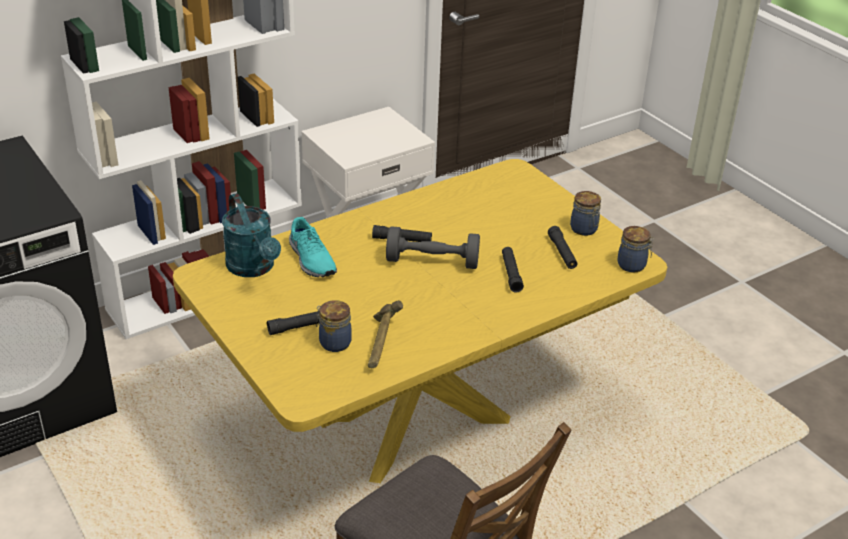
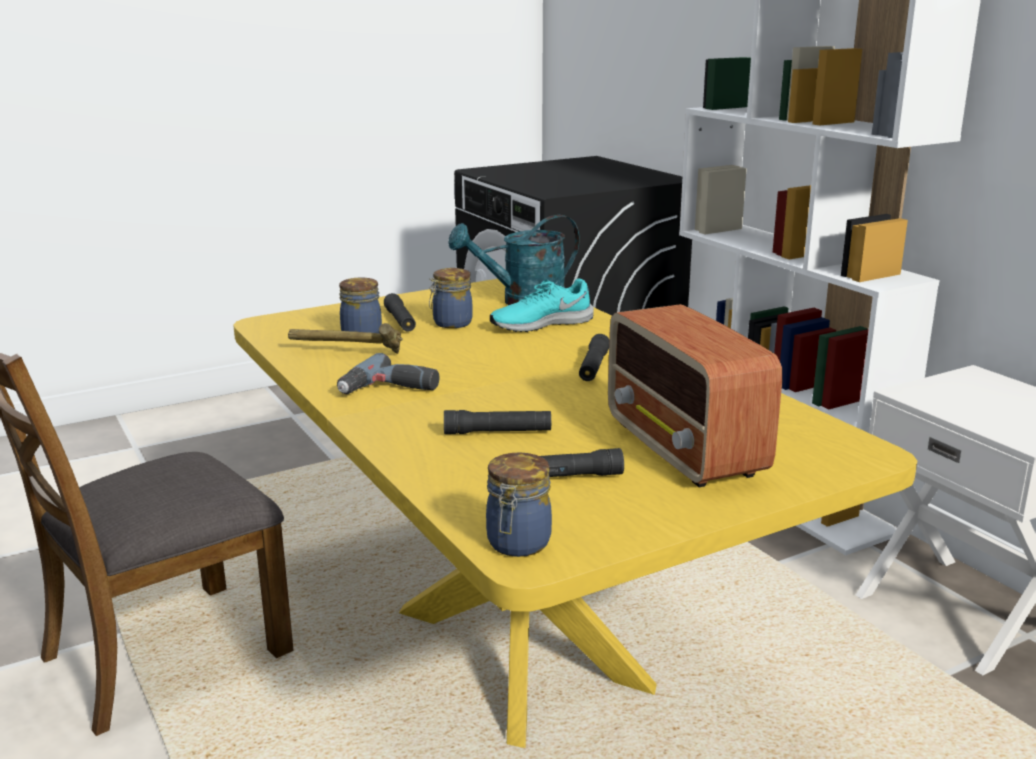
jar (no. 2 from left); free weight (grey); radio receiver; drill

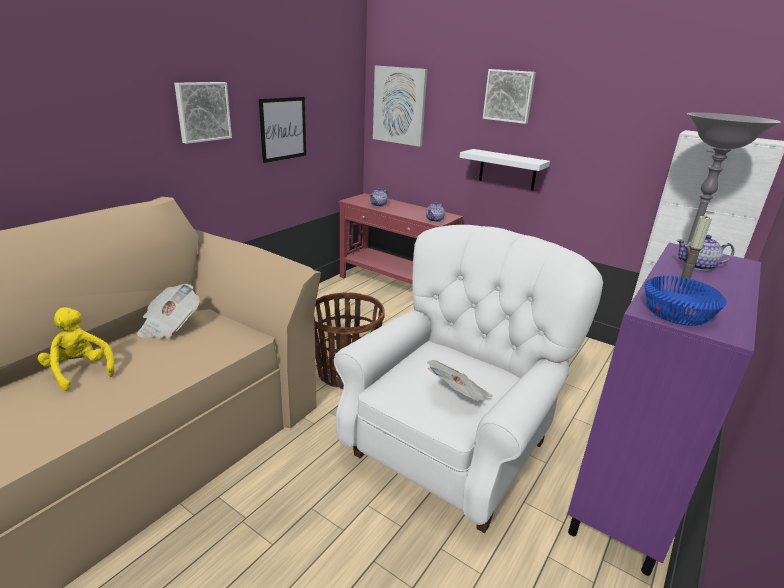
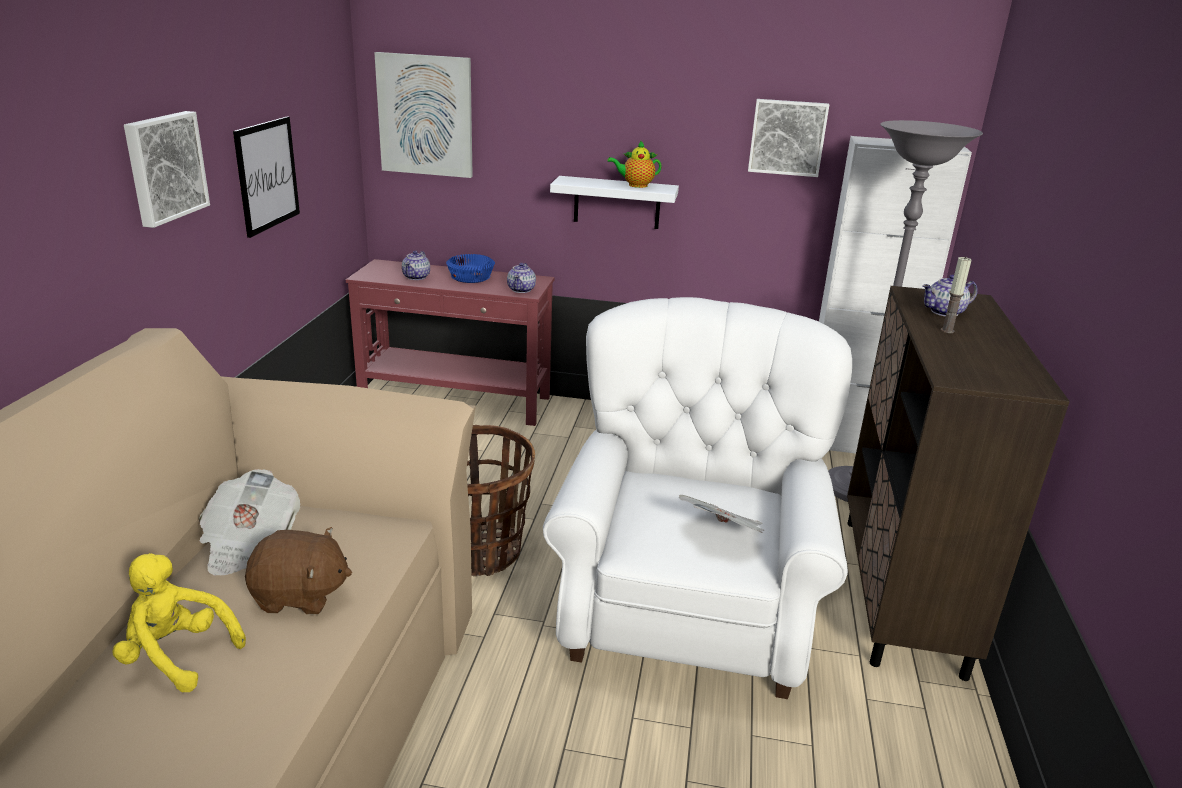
picture (no. 4 from left); storage cabinet (brown); deep dish (bluish); pot for tea (no. 3 from left); cuddly toy (brown)

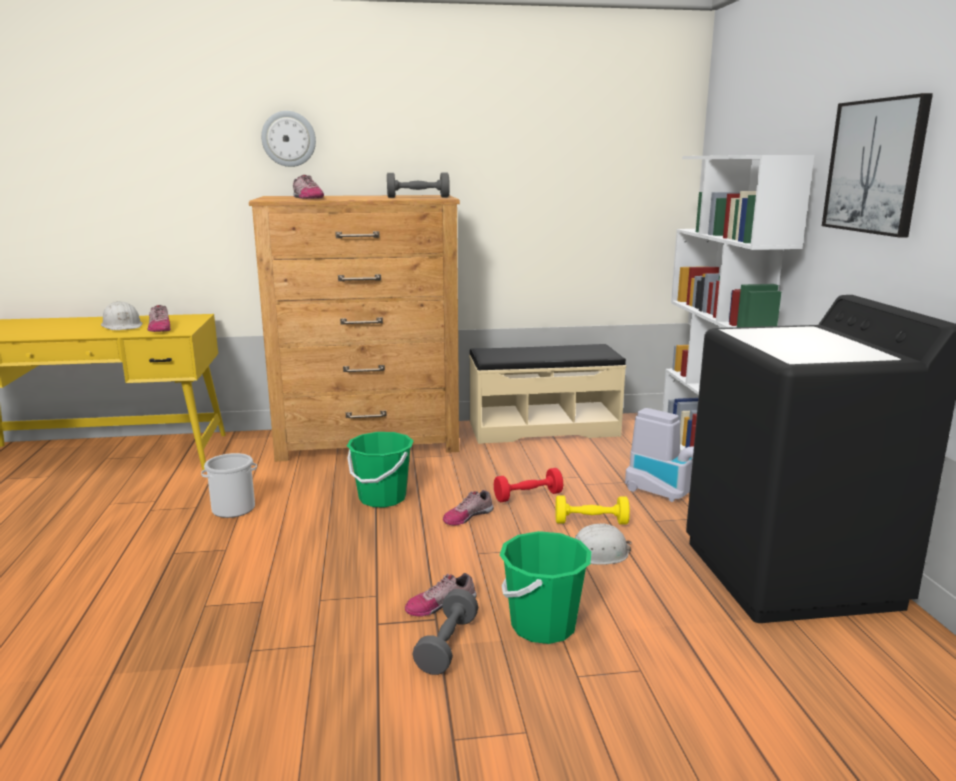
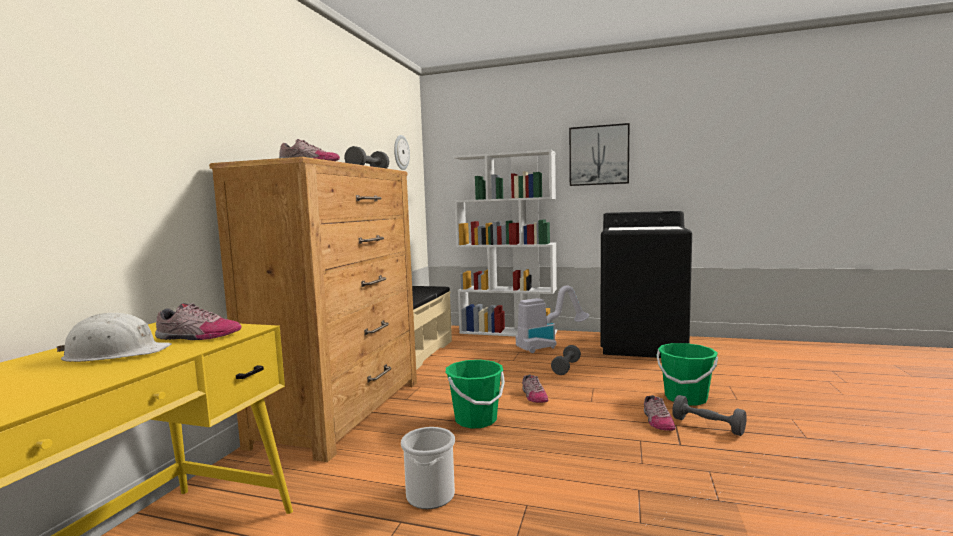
hanging clock; free weight (red); free weight (grey) (no. 2 from left); safety helmet (white-coloured) (no. 2 from left in the first image)

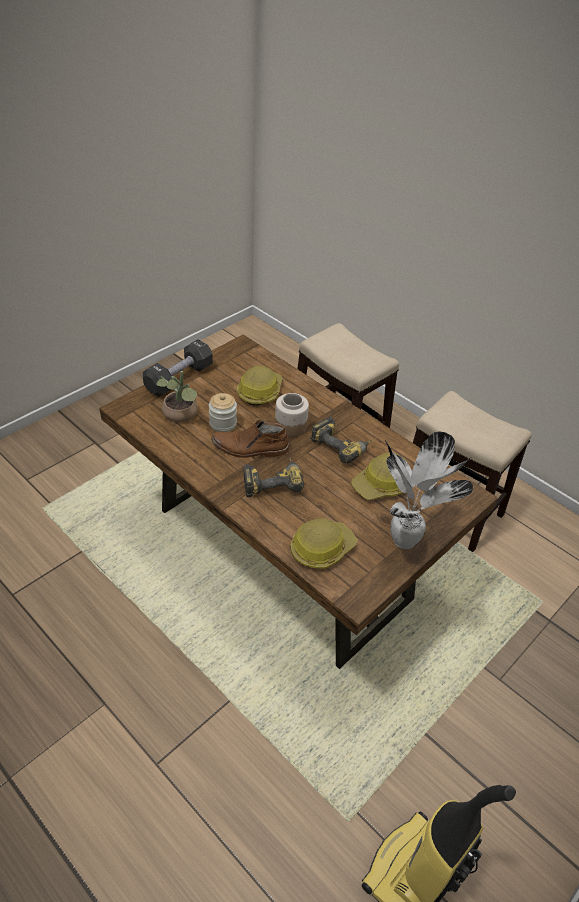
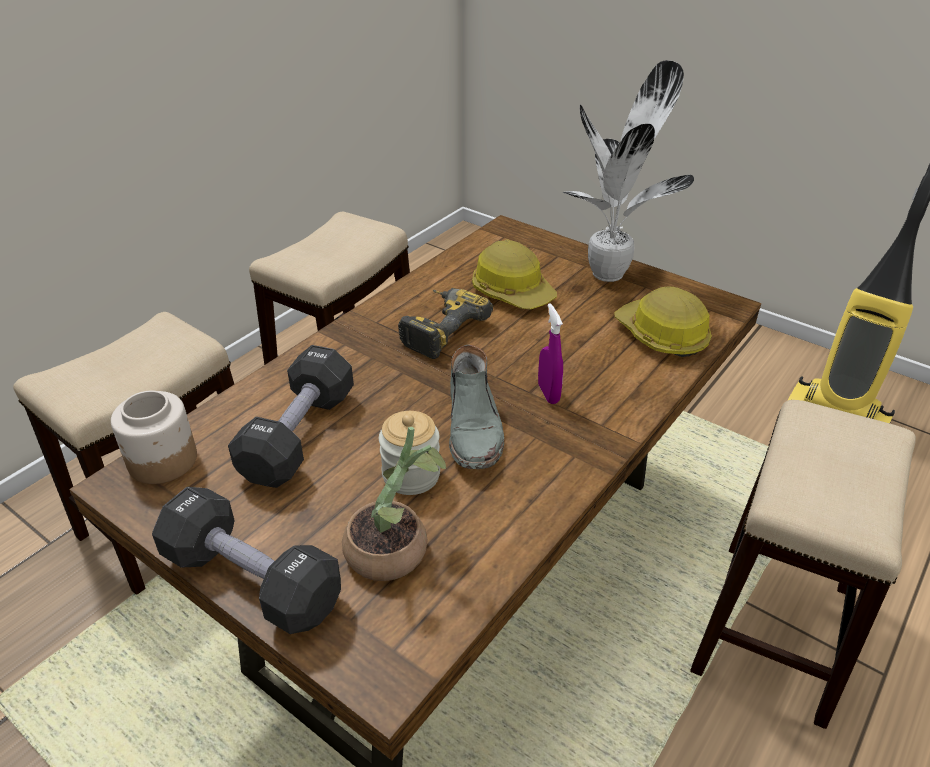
free weight (black) (no. 2 from left); jar (no. 1 from left); high-top boot (grey); sprayer (purplish); stool seat (no. 3 from left)

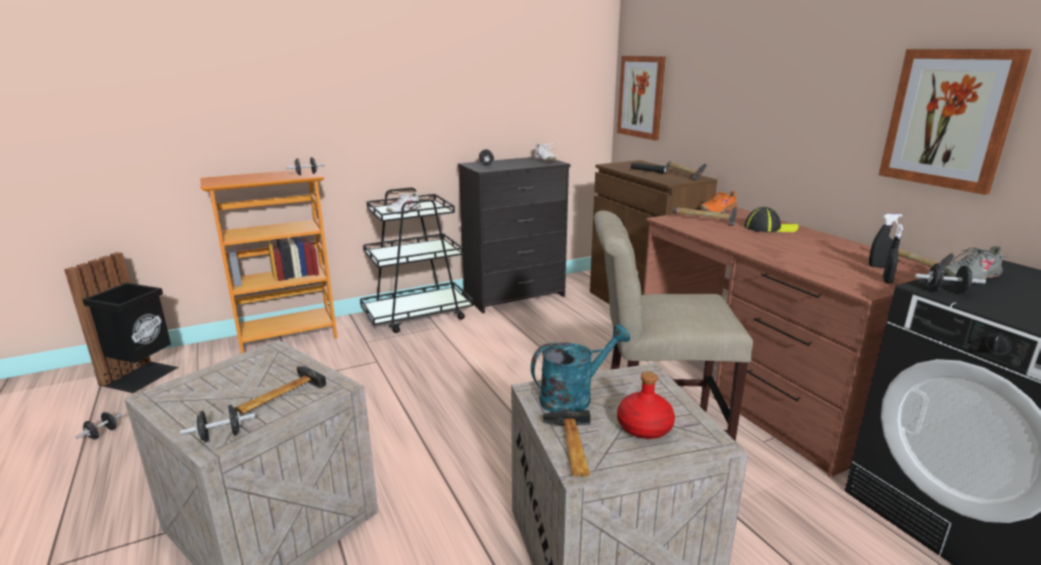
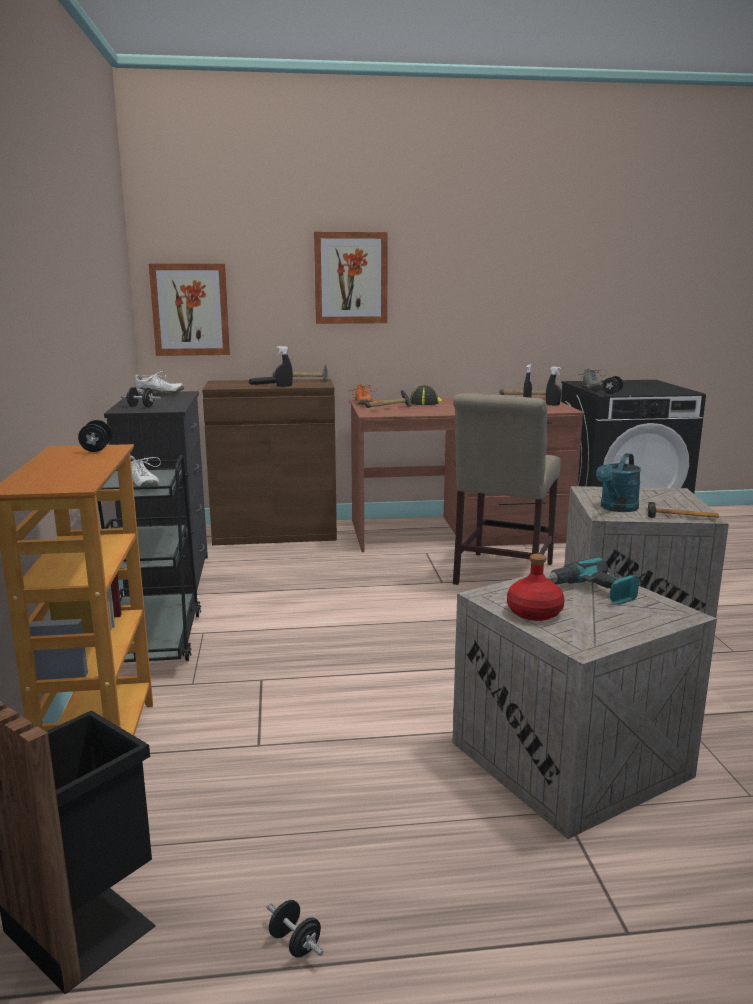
picture (no. 2 from left); watering can (blue-green); drill; beverage bottle (red); free weight (black) (no. 2 from left in the first image); sprayer (black) (no. 1 from left)

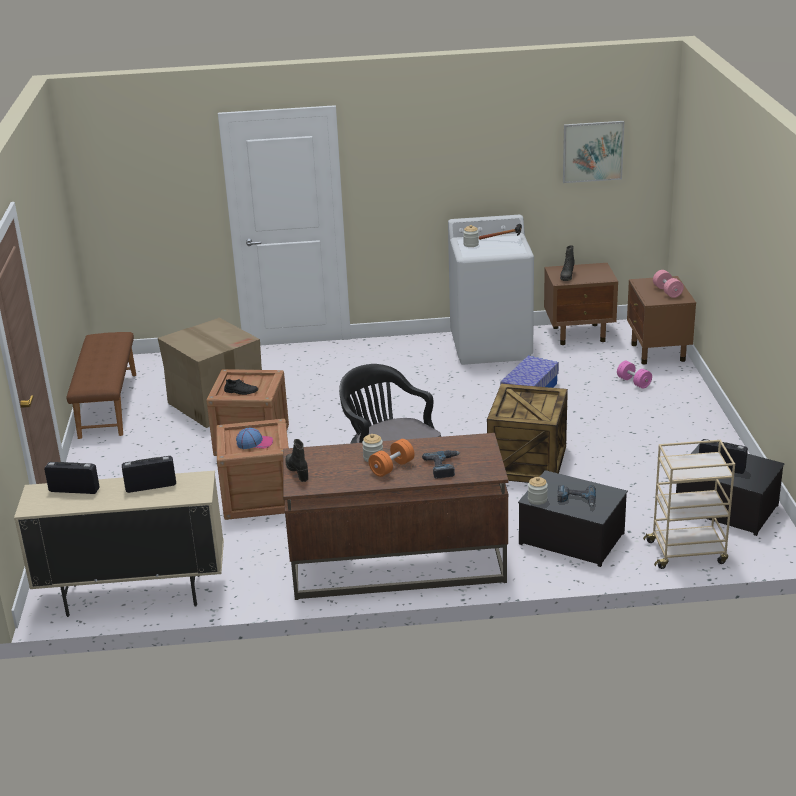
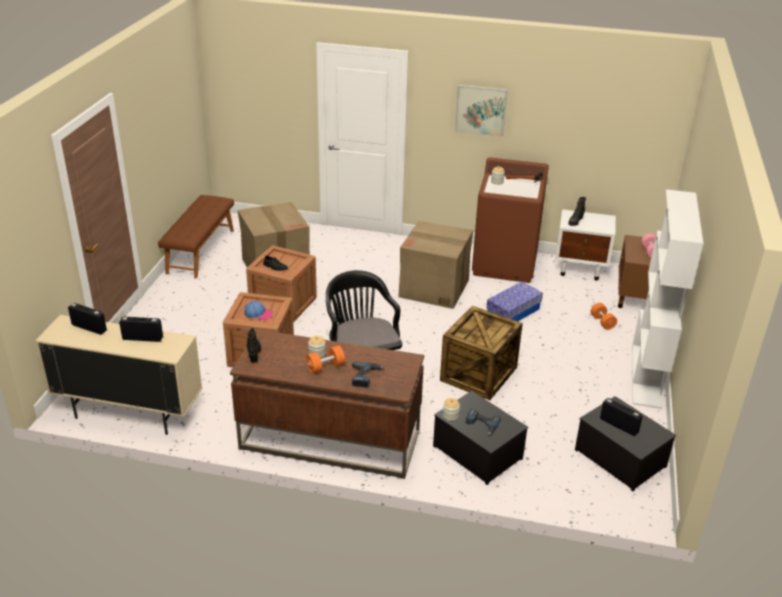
picture; laundry machine (brown); night table (white-coloured); free weight (orangey) (no. 2 from left); cart (beige-coloured); bookshelf (white-coloured); packing box (no. 2 from left)

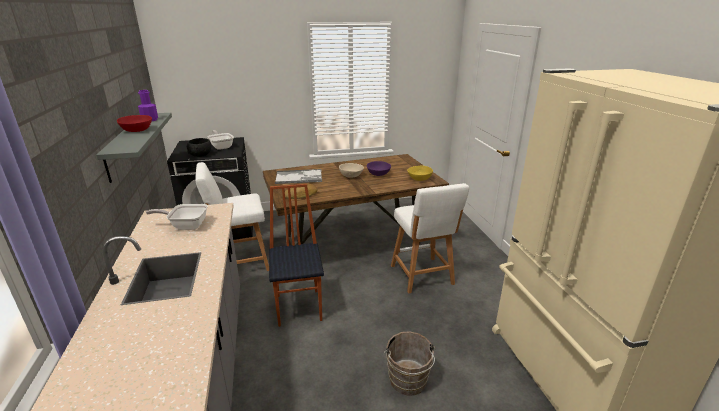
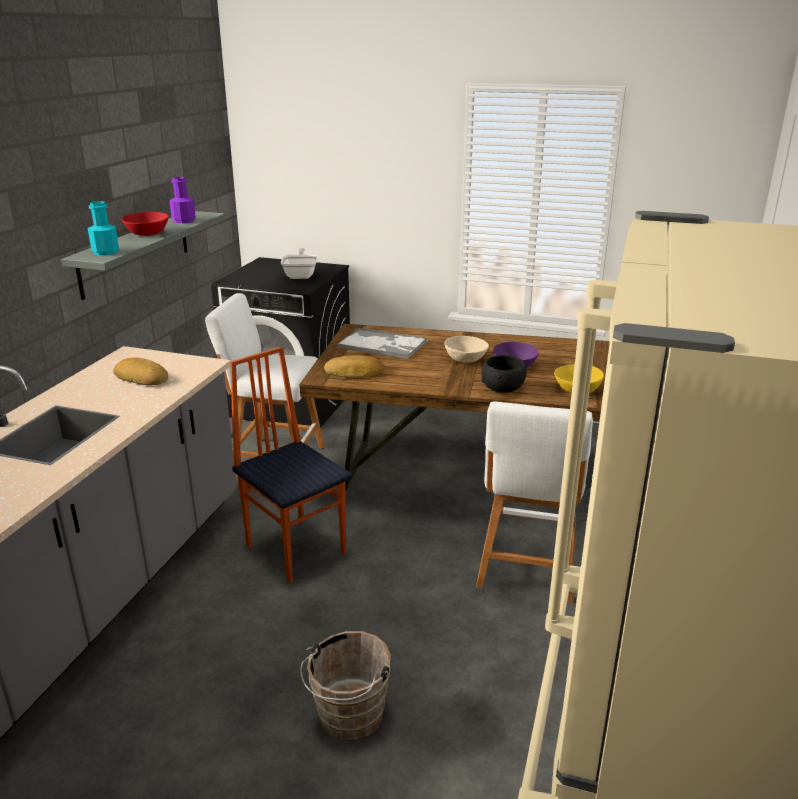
deep dish (black); upright chair; bread (no. 1 from left); beverage bottle (blue-green)

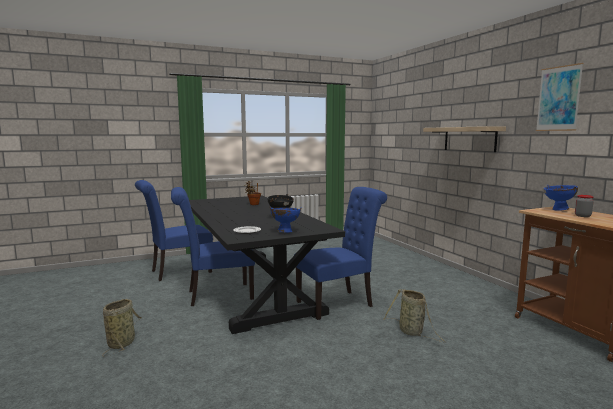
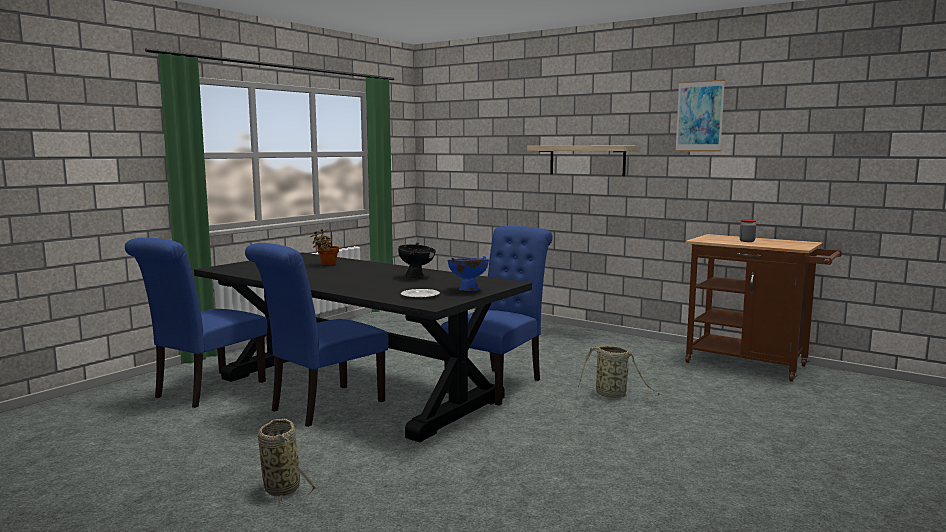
deep dish (bluish) (no. 2 from left in the first image)

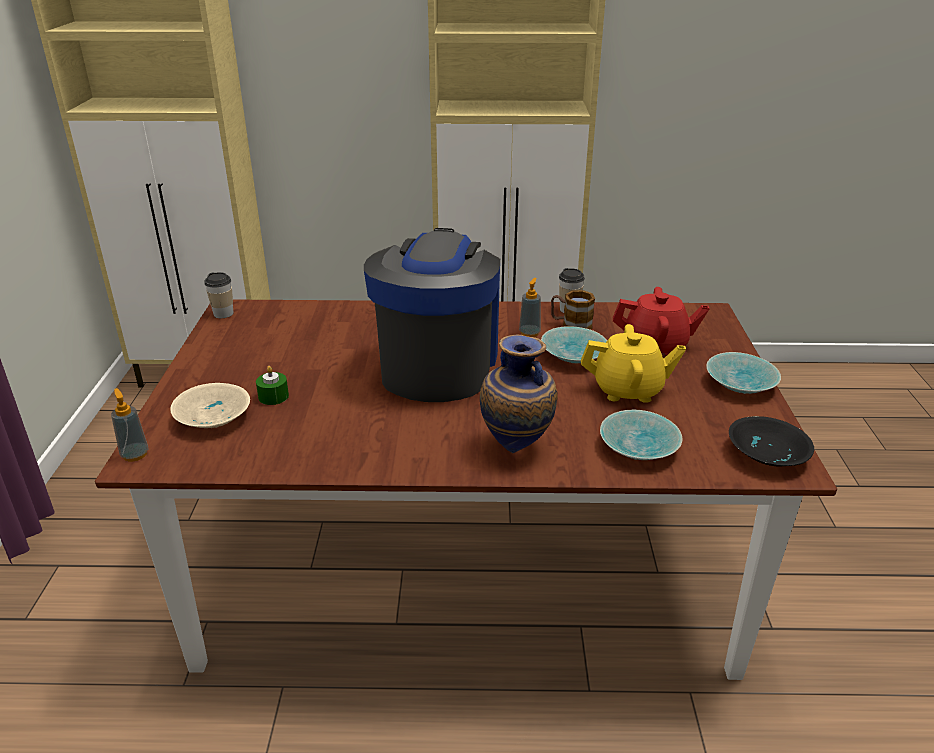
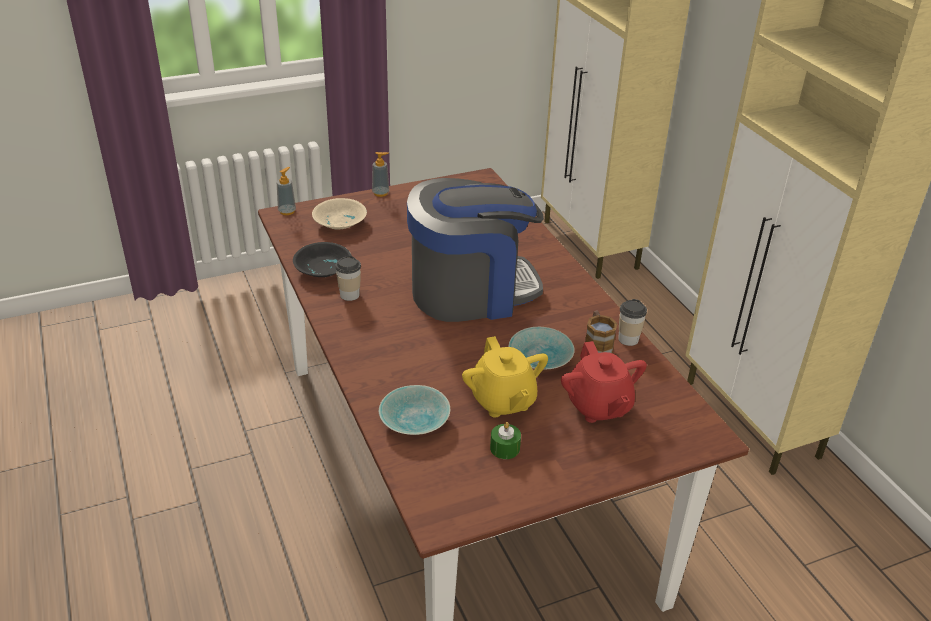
small cup (no. 1 from left); liquid soap bottle (no. 2 from left); vase; deep dish (blue-green) (no. 3 from left in the first image); candle (green-coloured); deep dish (black)

